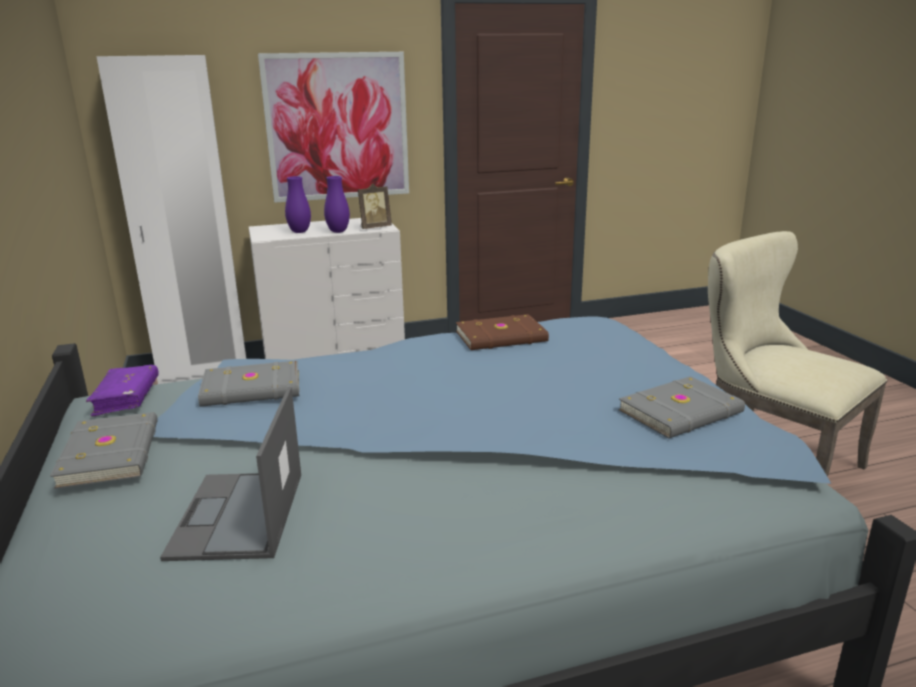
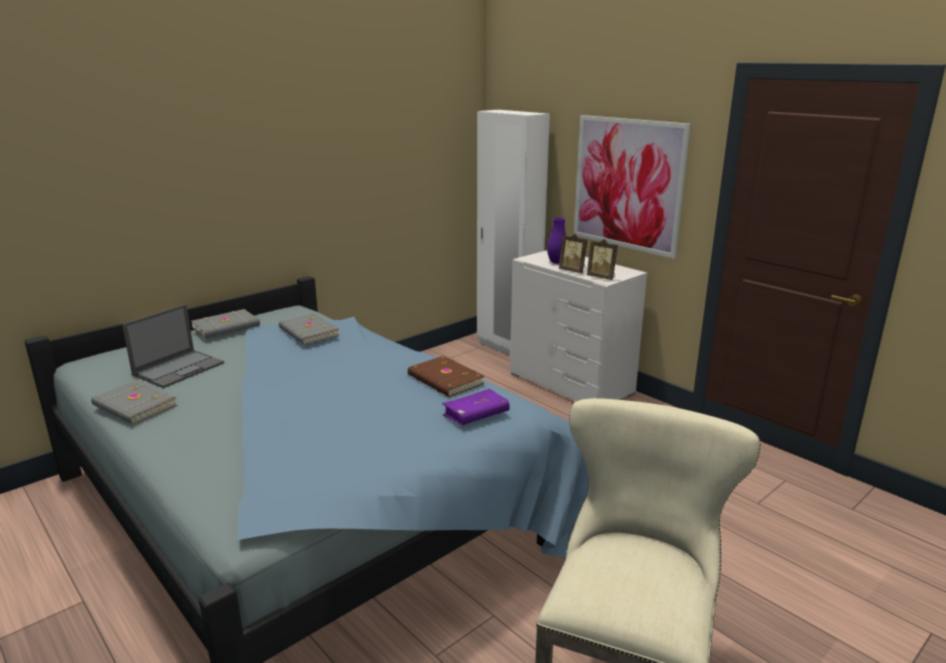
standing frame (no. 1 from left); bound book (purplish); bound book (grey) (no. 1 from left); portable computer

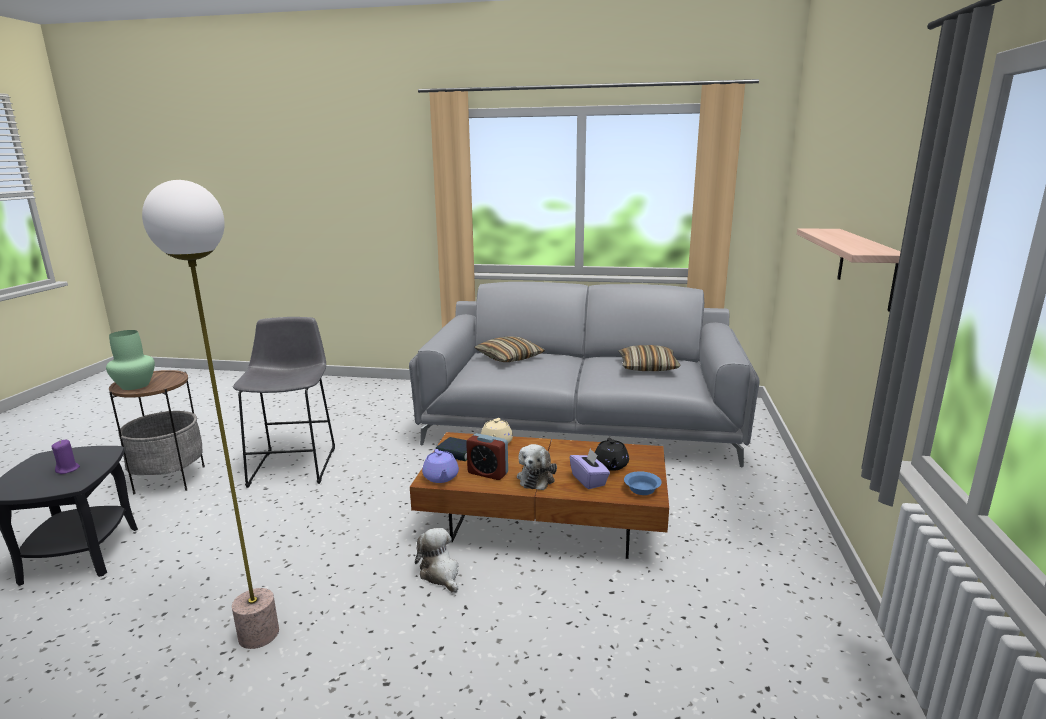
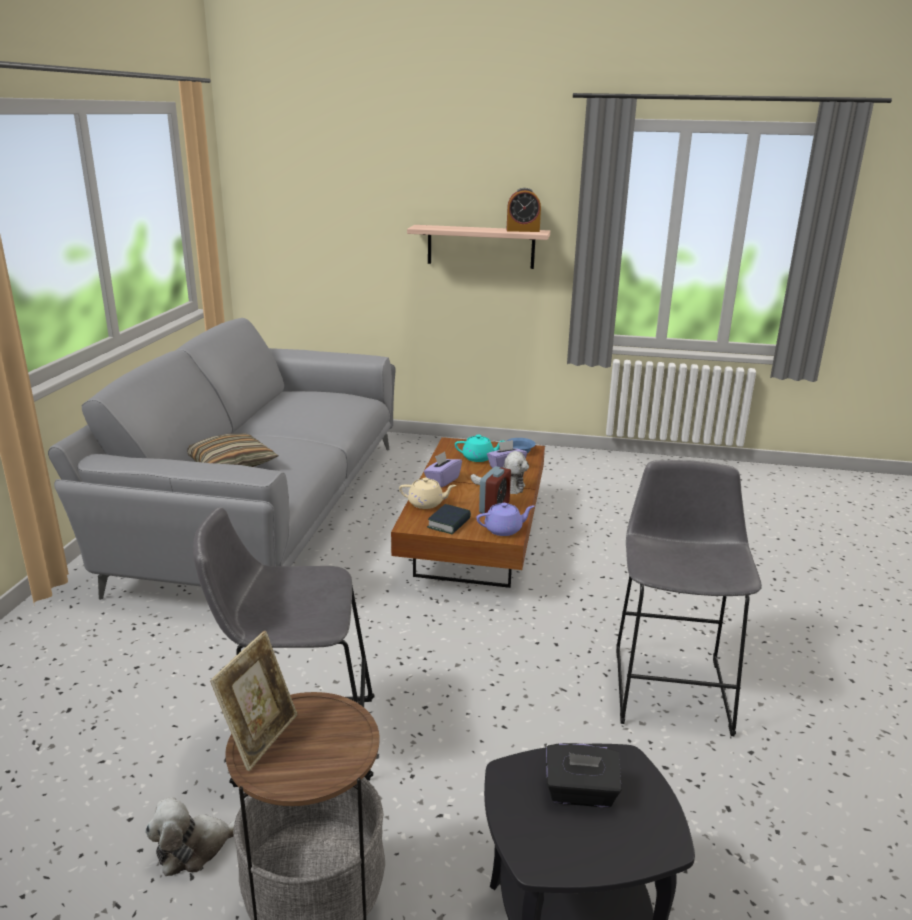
stool seat (grey) (no. 2 from left); vase (green-coloured); pillow (no. 2 from left in the first image); pot for tea (blue-green); box of tissues (black); cuddly toy (no. 1 from left); alarm clock (no. 2 from left); box of tissues (purplish) (no. 1 from left); standing frame

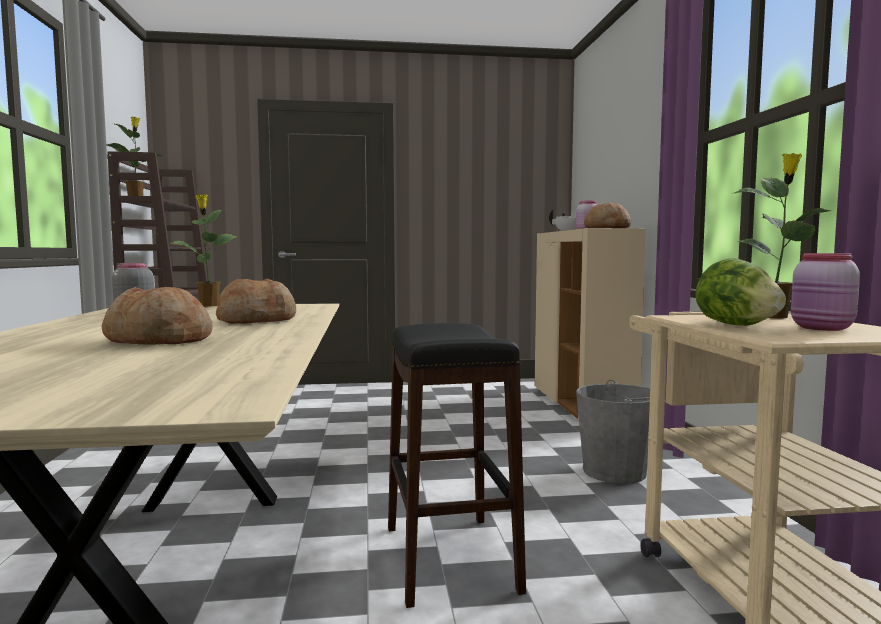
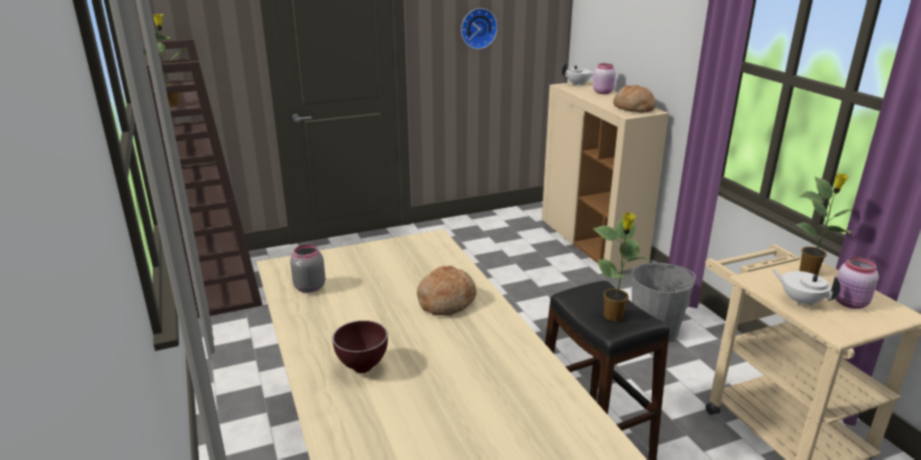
potted plant (no. 2 from left); pot for tea (white-coloured) (no. 2 from left); bread (no. 1 from left in the first image); hanging clock; deep dish (brown)

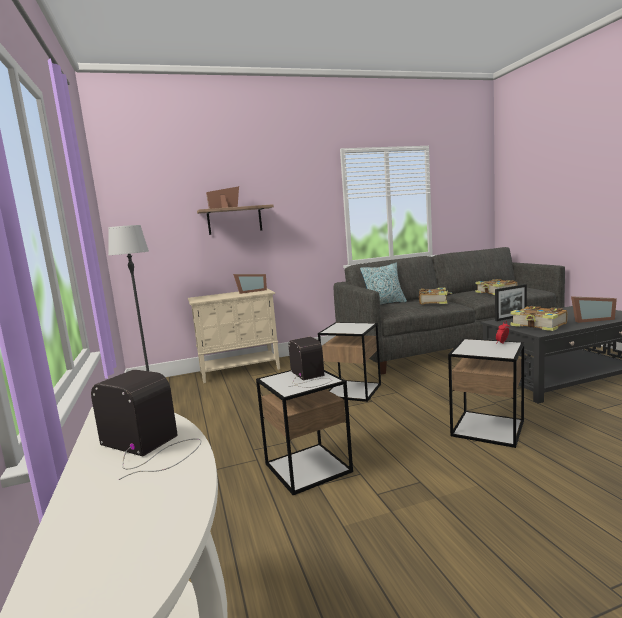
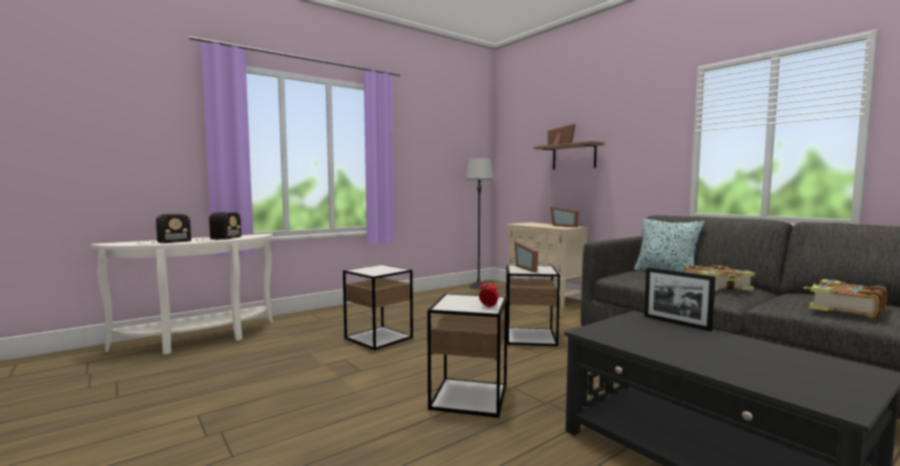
standing frame (no. 1 from left); bound book (no. 3 from left in the first image); radio receiver (no. 1 from left)

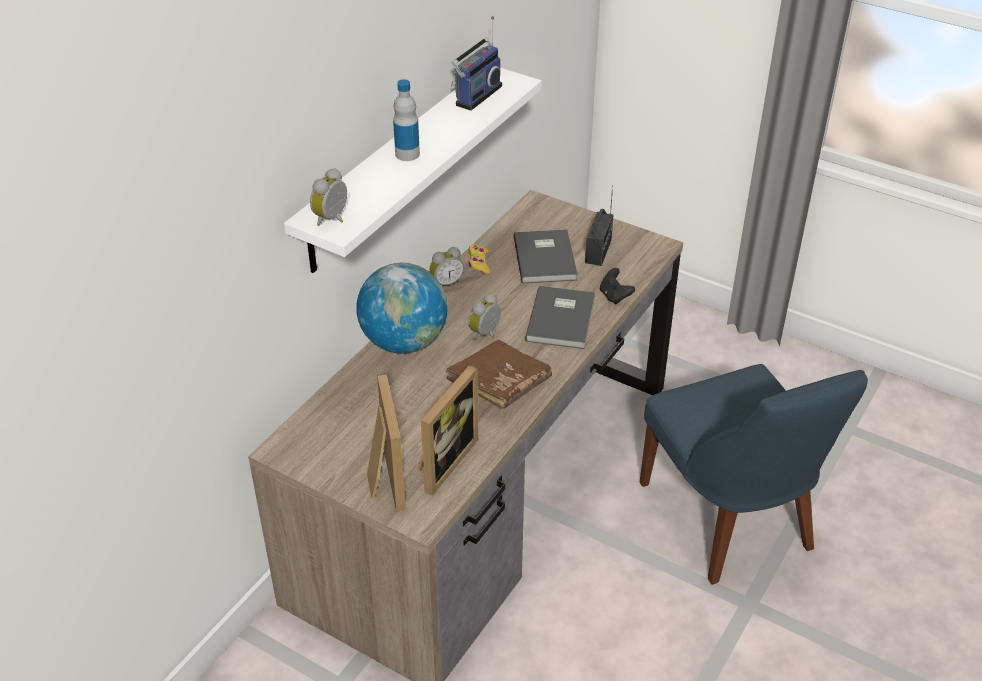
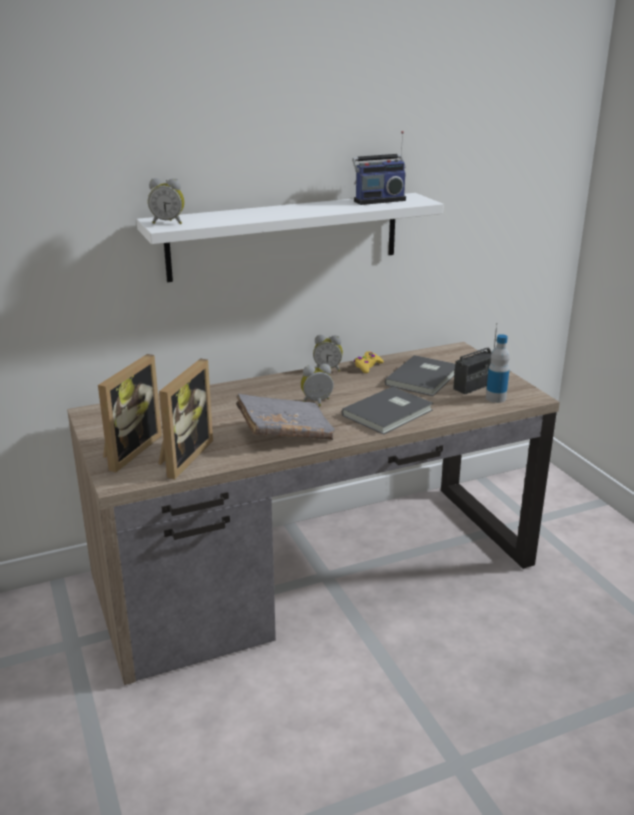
beverage bottle; alarm clock (no. 1 from left); world globe; joypad (black); bound book (grey) (no. 1 from left); upright chair (bluish); standing frame (no. 2 from left)

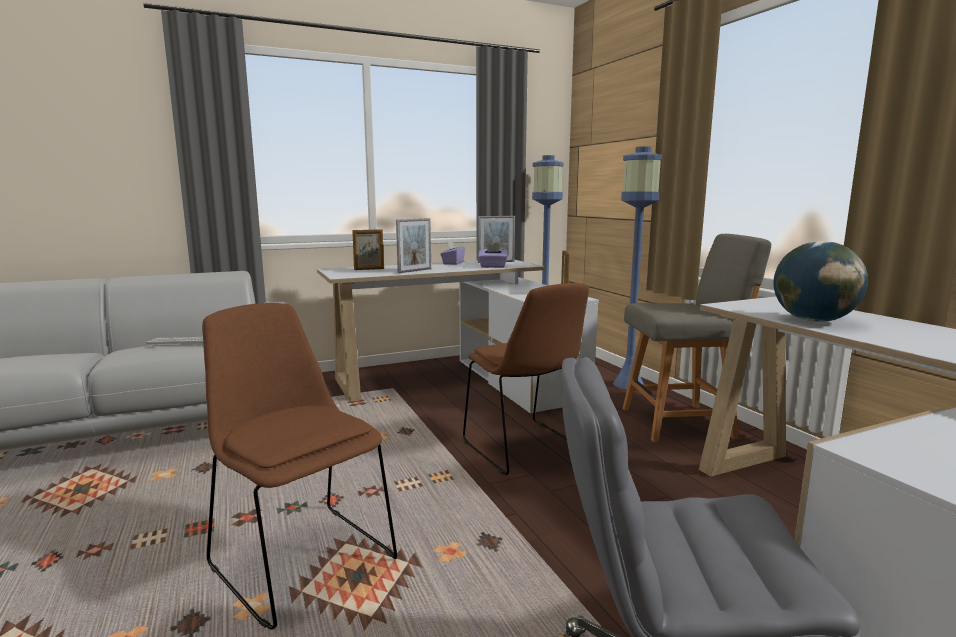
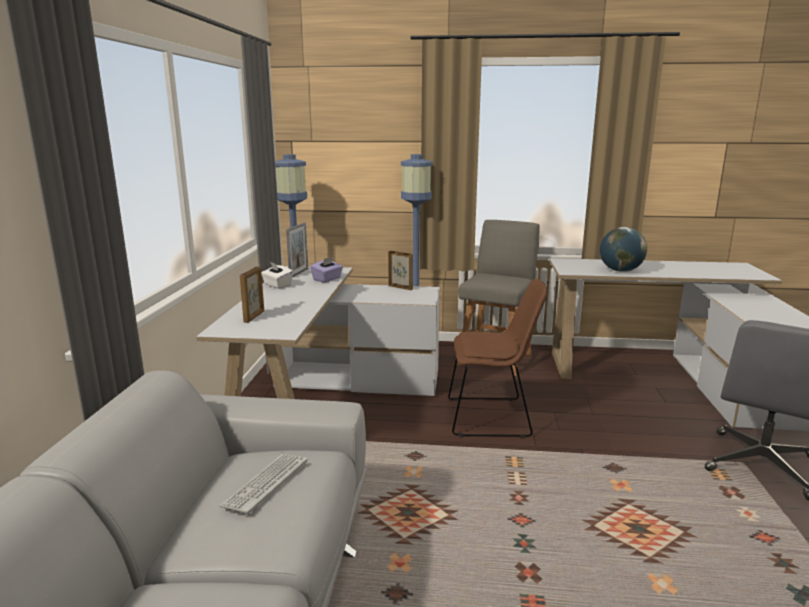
standing frame (no. 2 from left in the first image); box of tissues (white-coloured); upright chair (brown) (no. 1 from left in the first image)

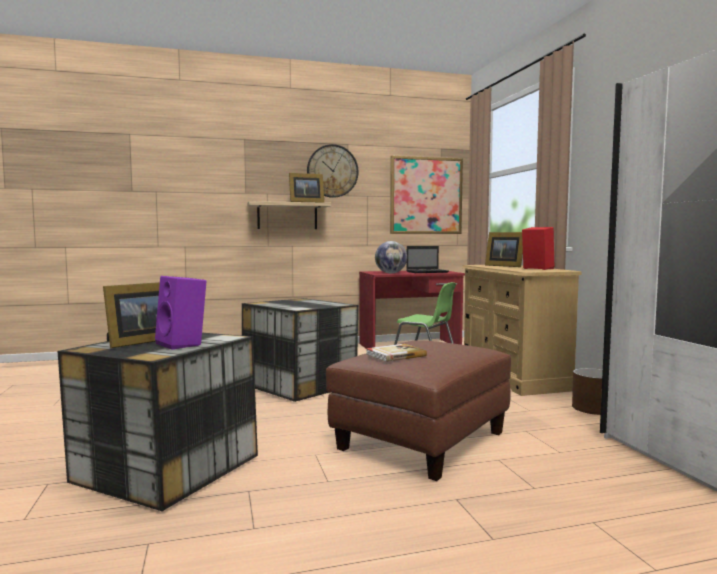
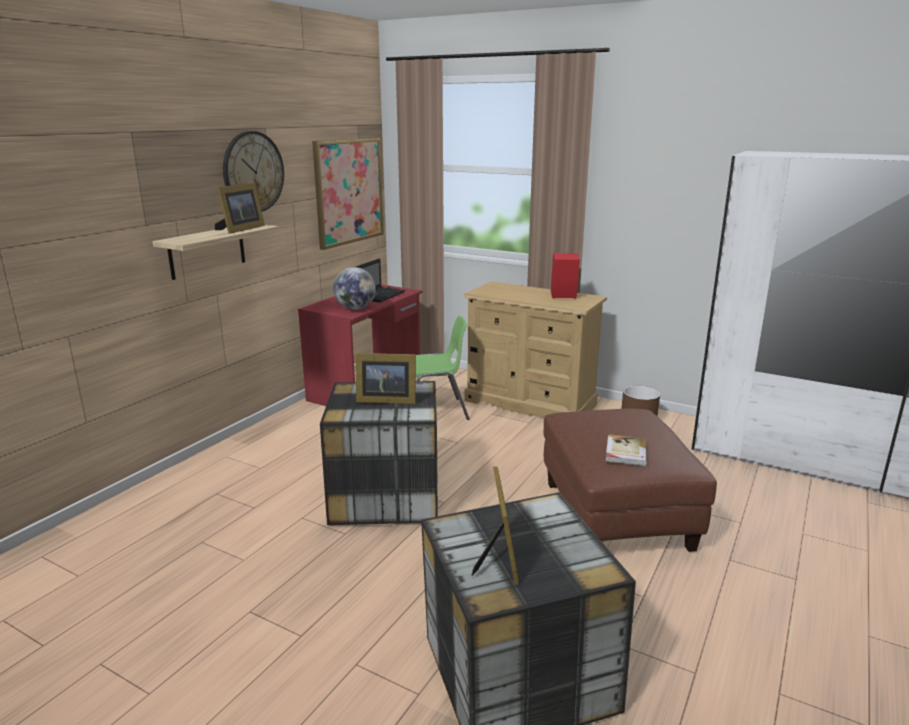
standing frame (no. 2 from left); audio speaker (purplish)

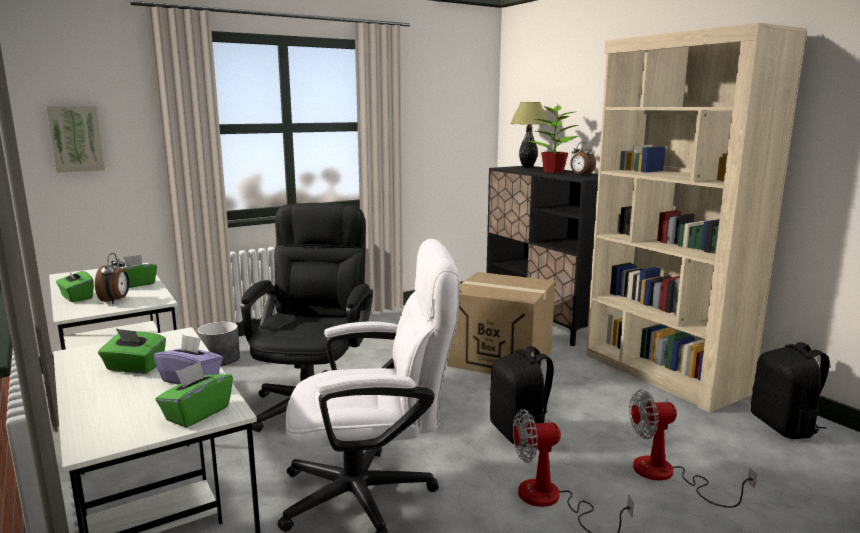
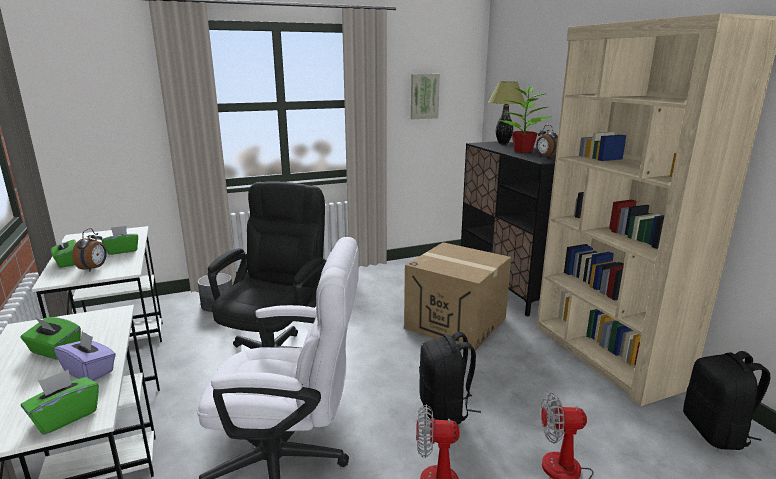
picture

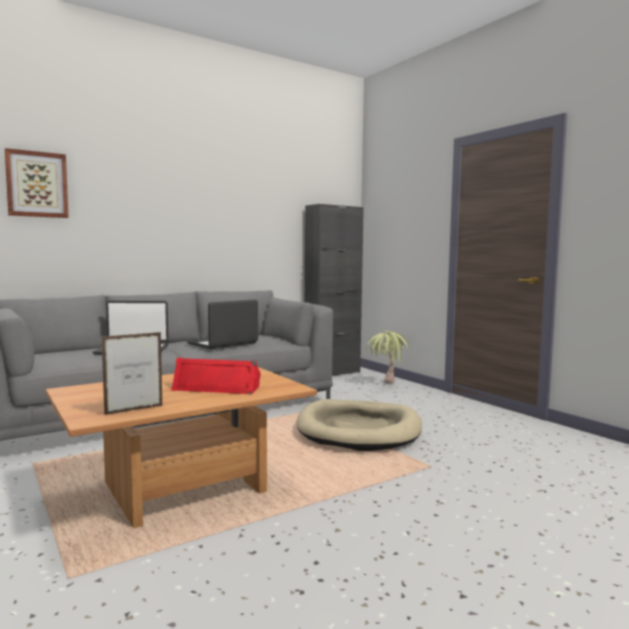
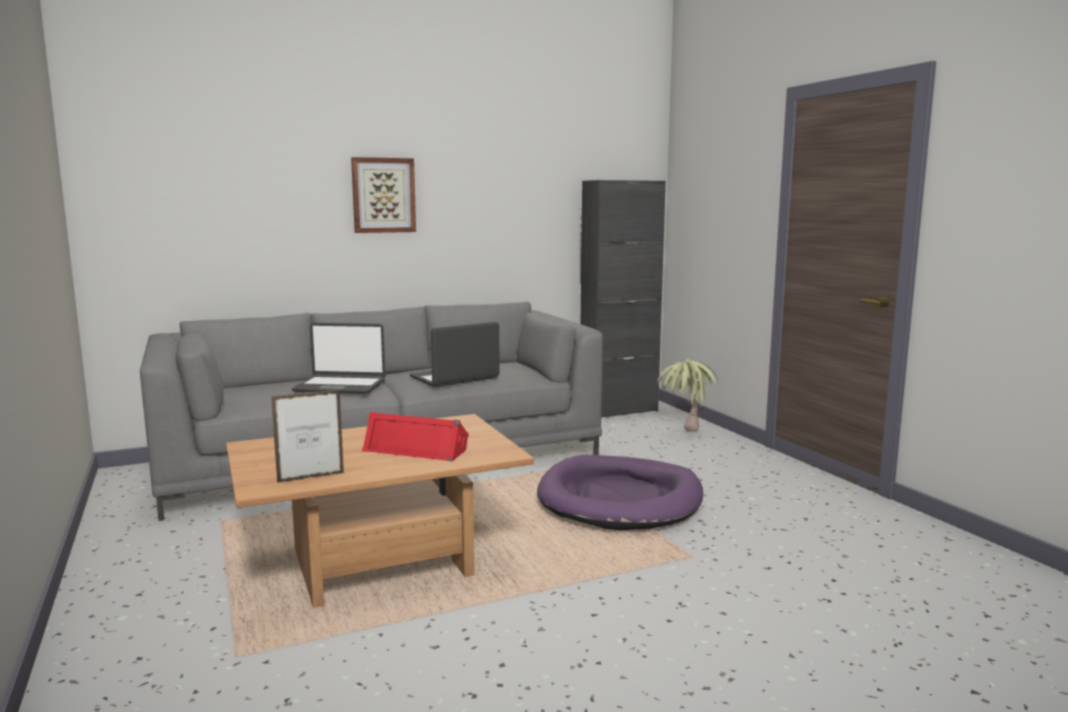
picture; dog cushion (purplish)

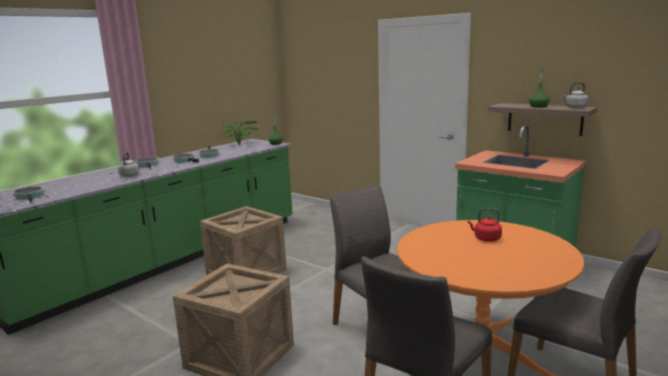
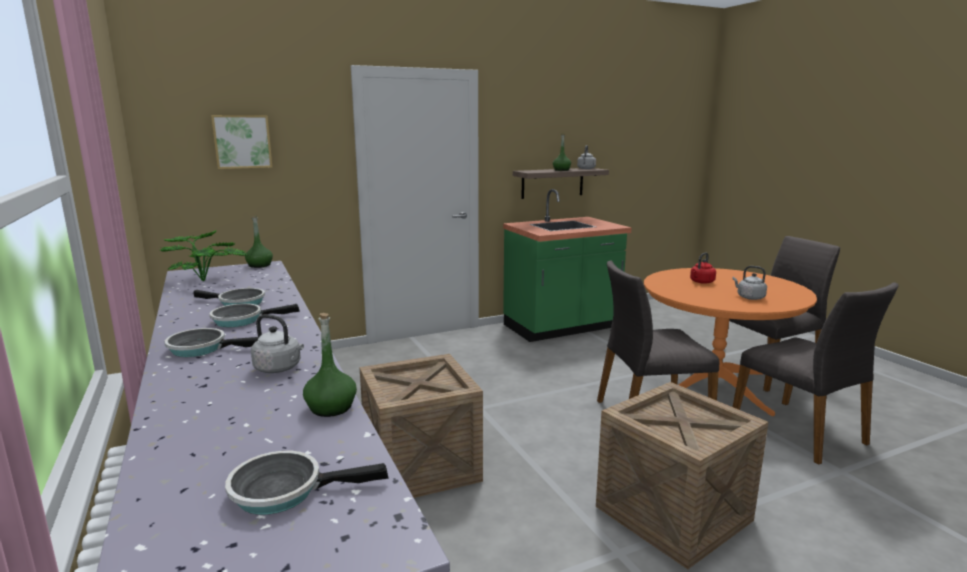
picture; water kettle (grey) (no. 3 from left); beverage bottle (green-coloured) (no. 2 from left)

